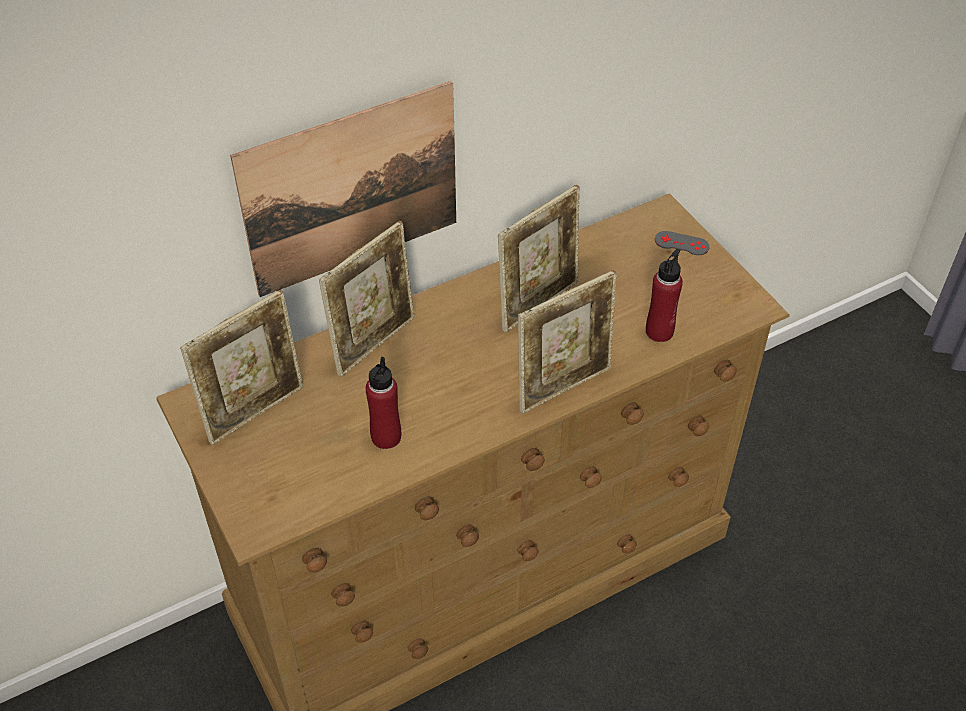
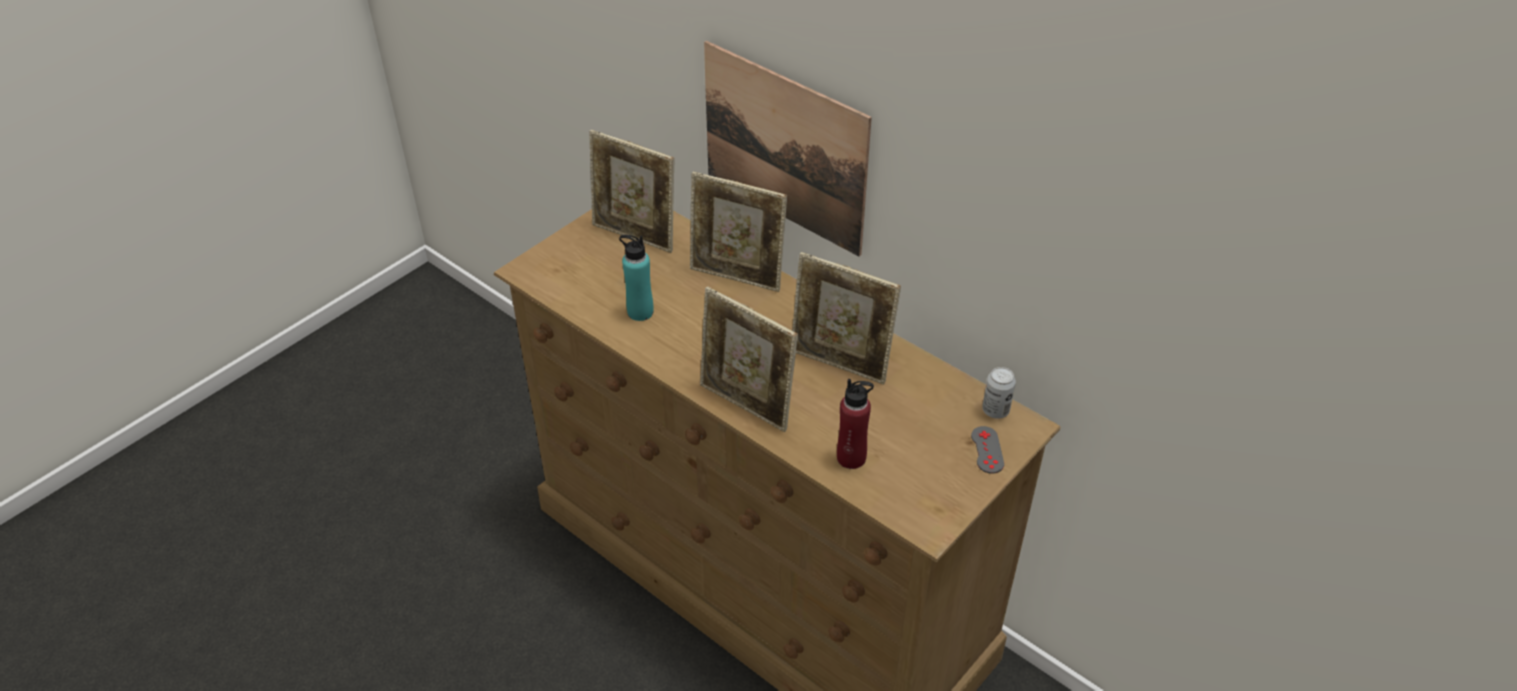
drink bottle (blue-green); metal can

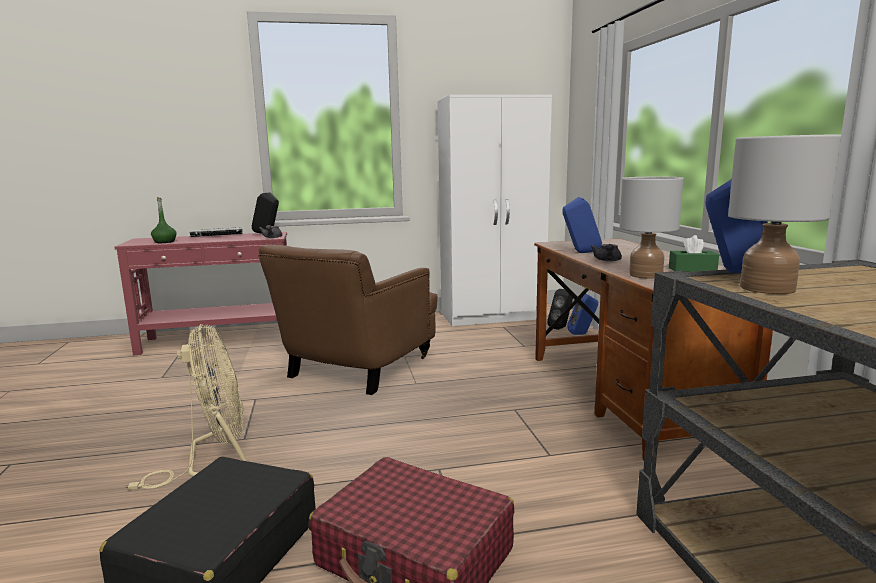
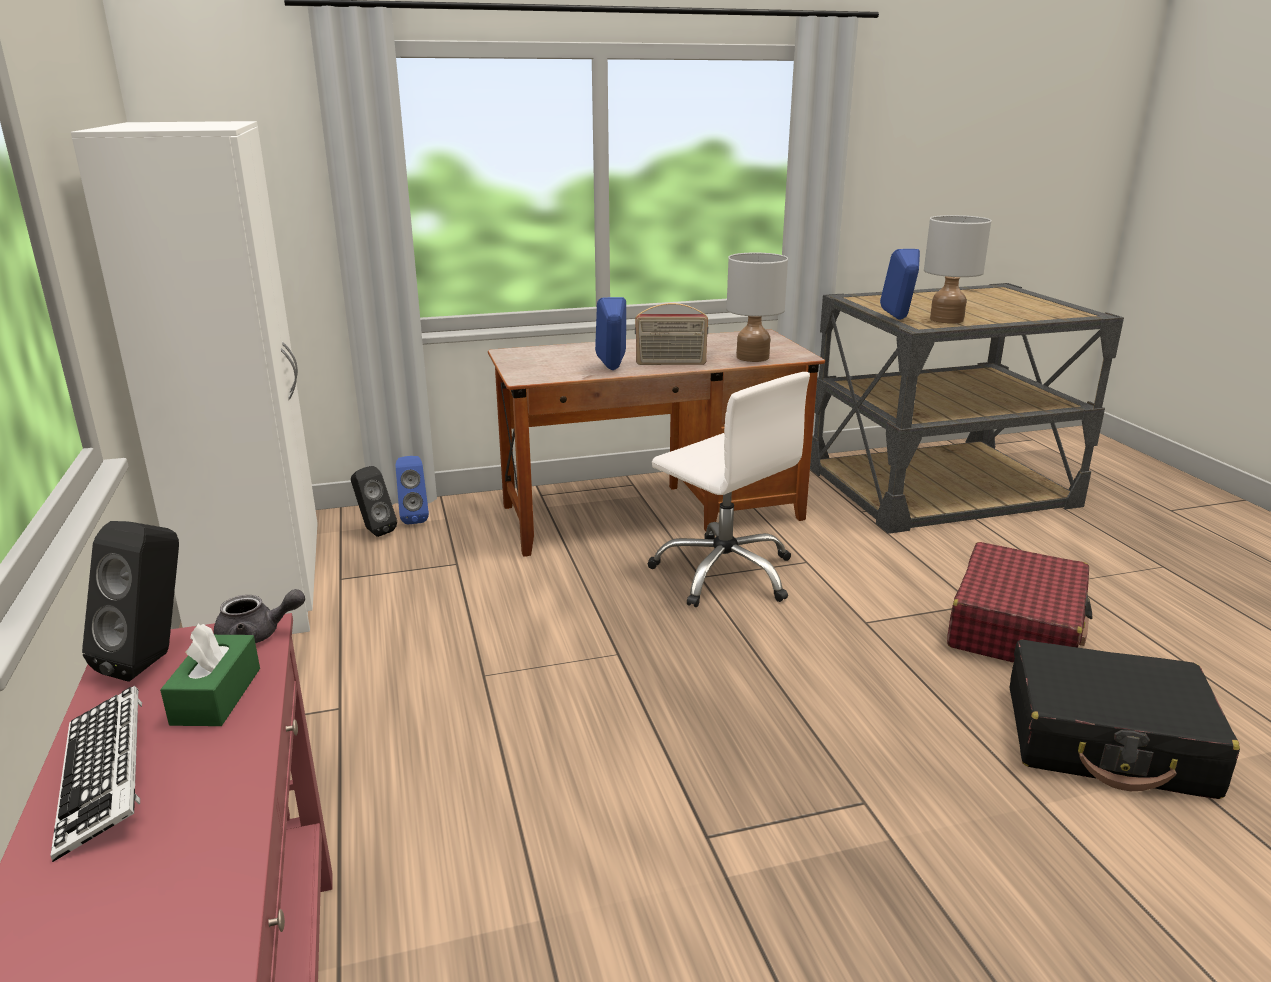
drink bottle (green-coloured); tissue box (green-coloured); radio receiver; easy chair (brownish); cooling fan (sand-coloured); office chair (white)

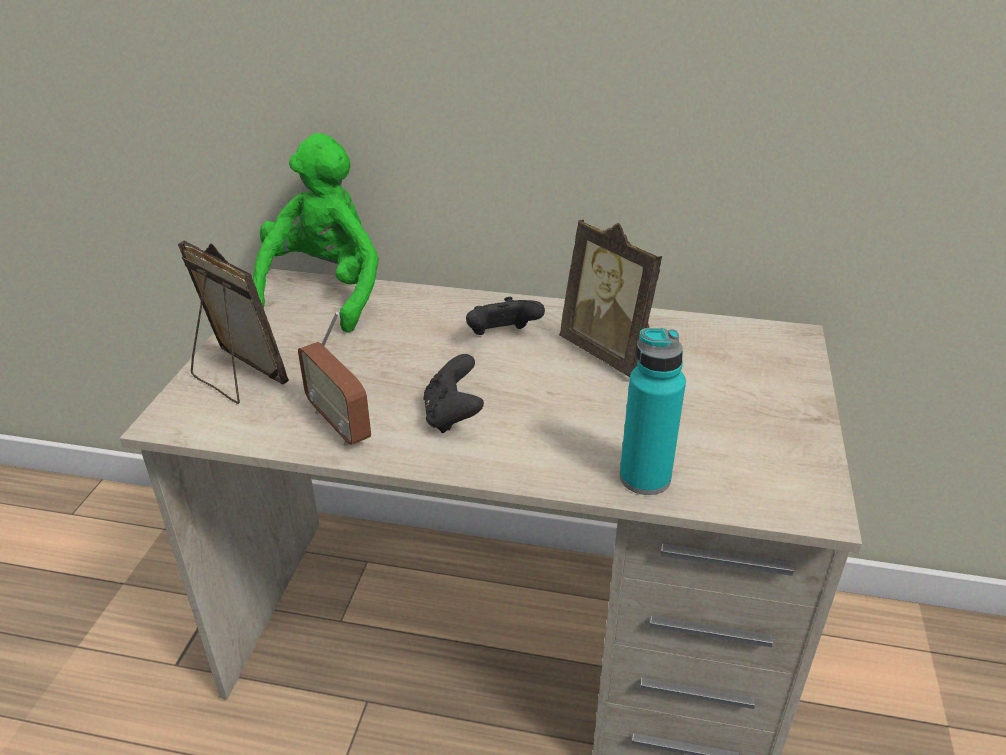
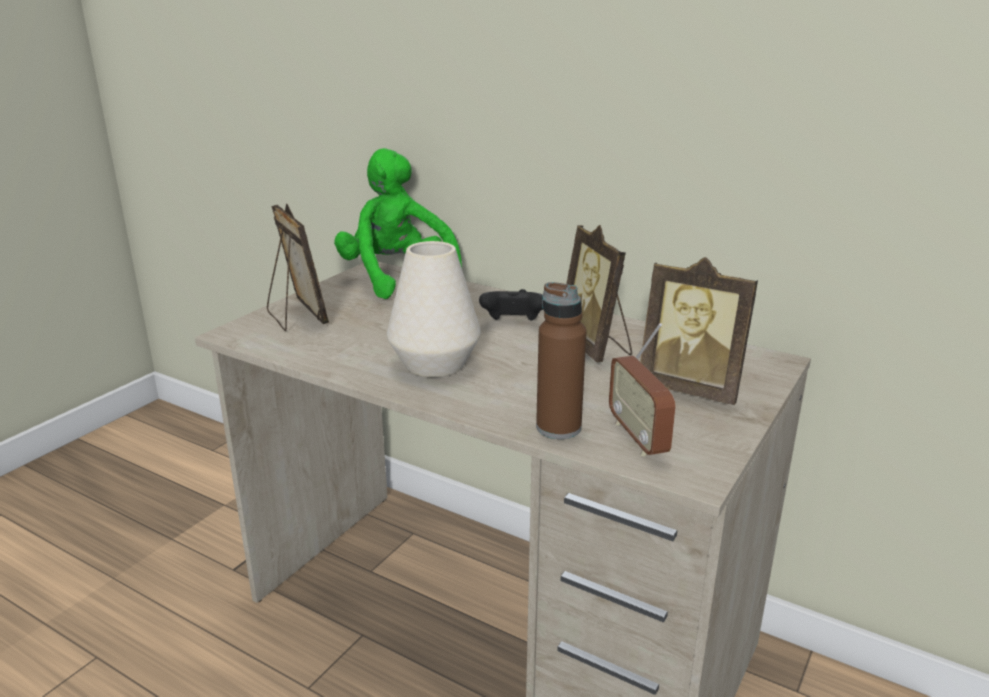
cuddly toy (green-coloured); radio receiver; drink bottle (brownish); flower vase (white); standing frame (3rd from left)

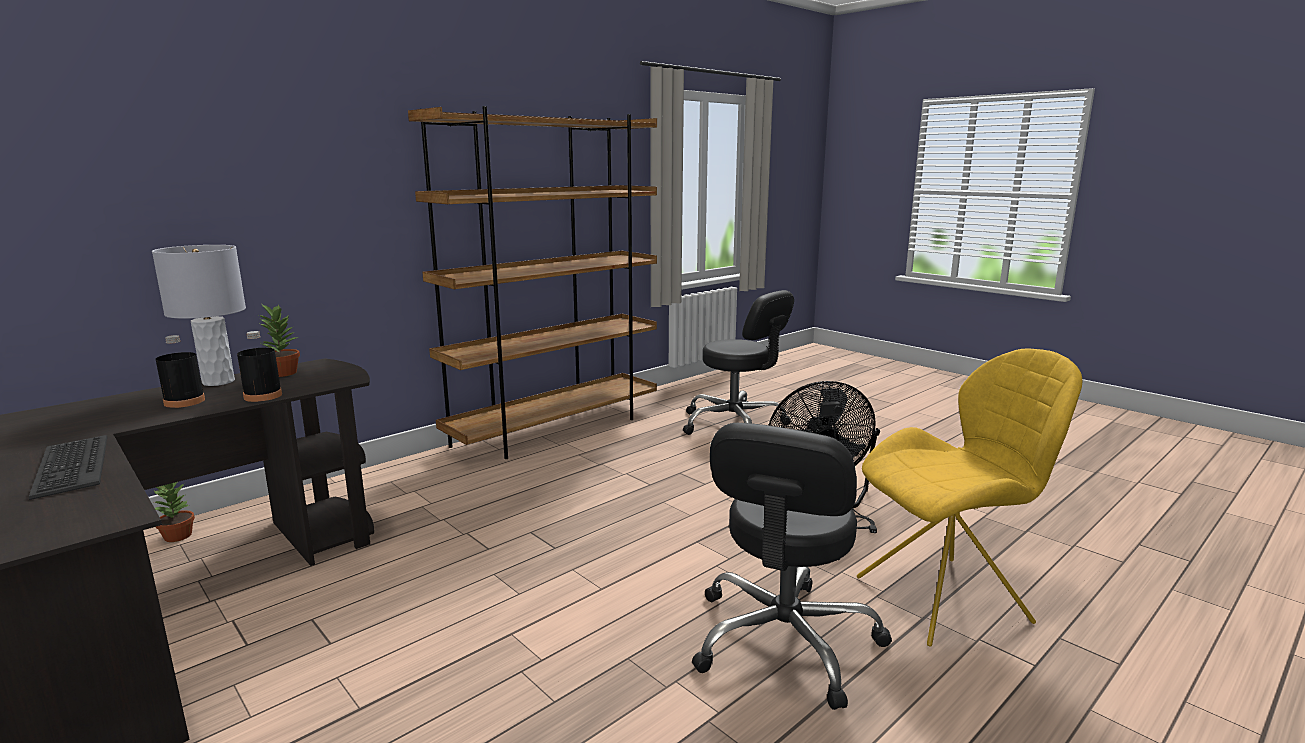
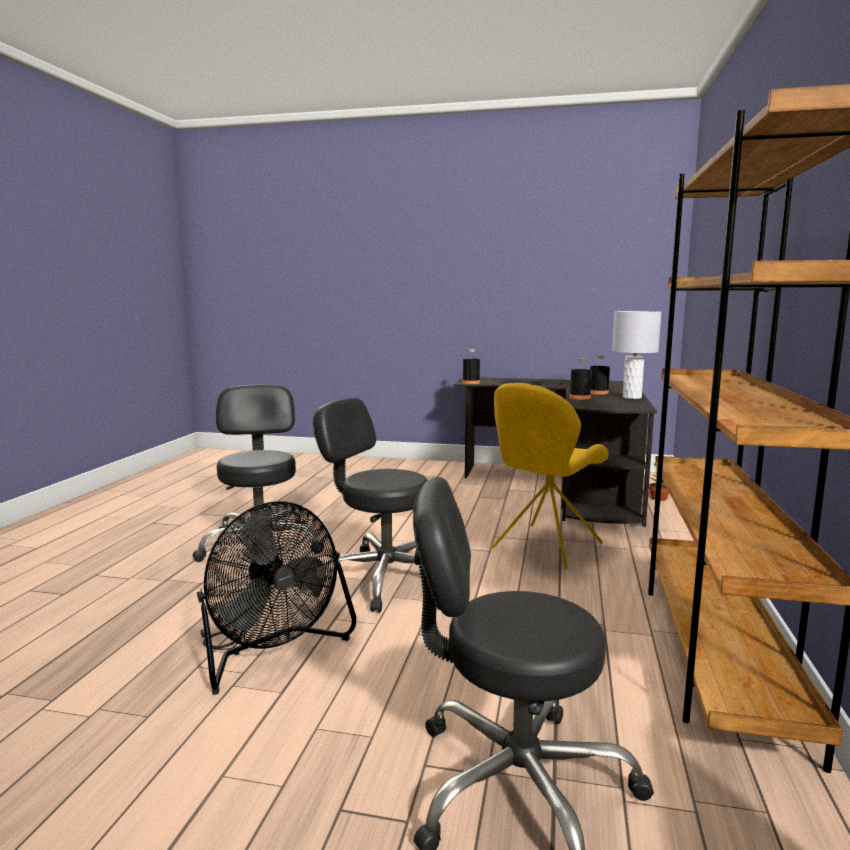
plant in a pot (2nd from left in the first image); chair (yellowish); drink bottle (black-coloured) (1st from left); office chair (black-coloured) (2nd from left)

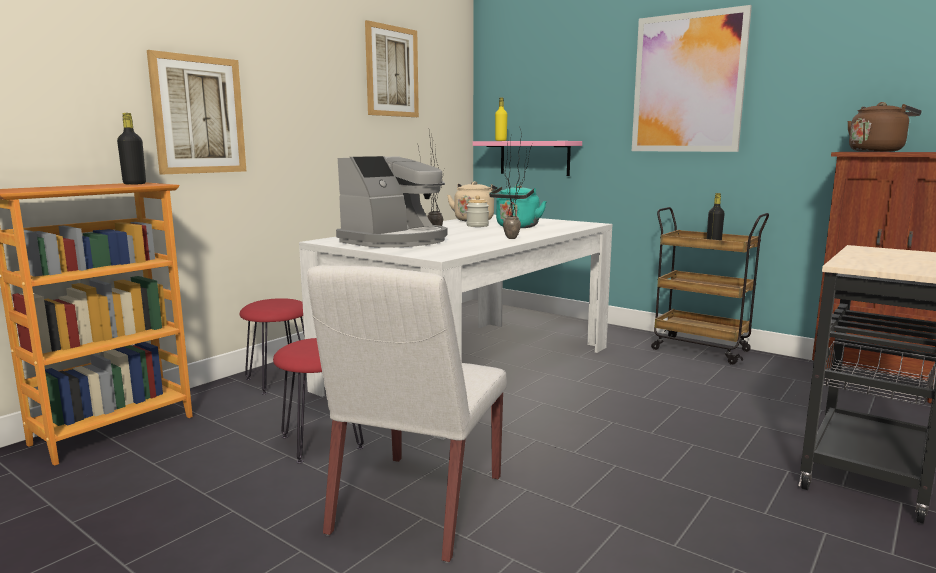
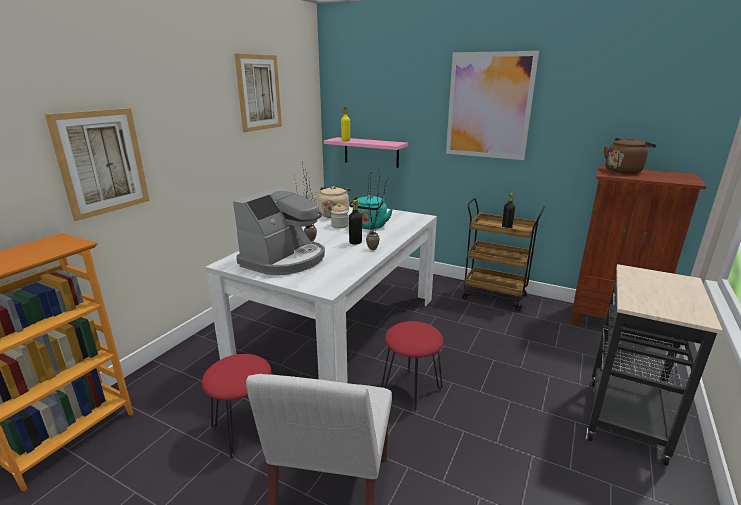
drink bottle (black-coloured) (1st from left); stool (red-coloured) (2nd from left)

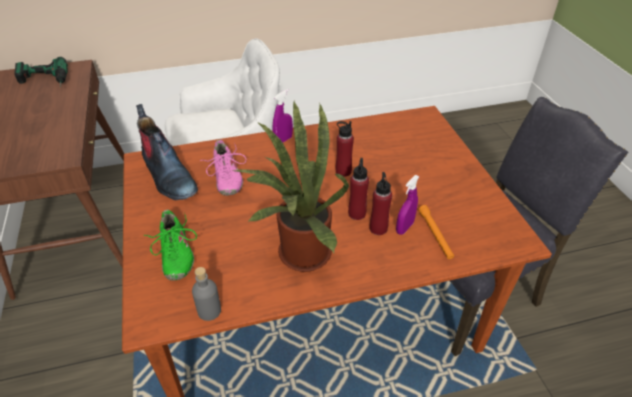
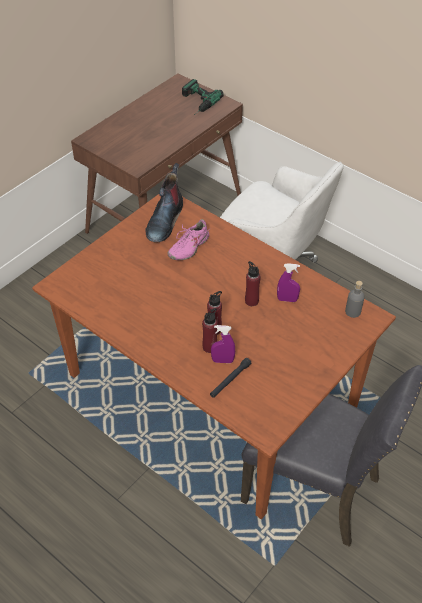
hand sprayer (purple-coloured) (2nd from left); plant in a pot; flashlight (black-coloured); item of footwear (green-coloured); drink bottle (grey)

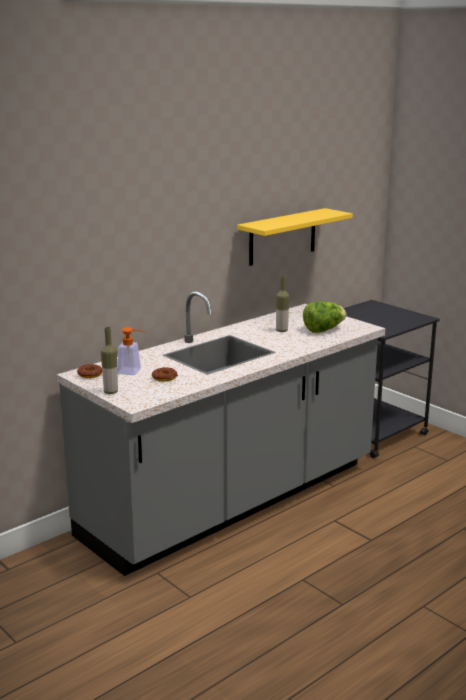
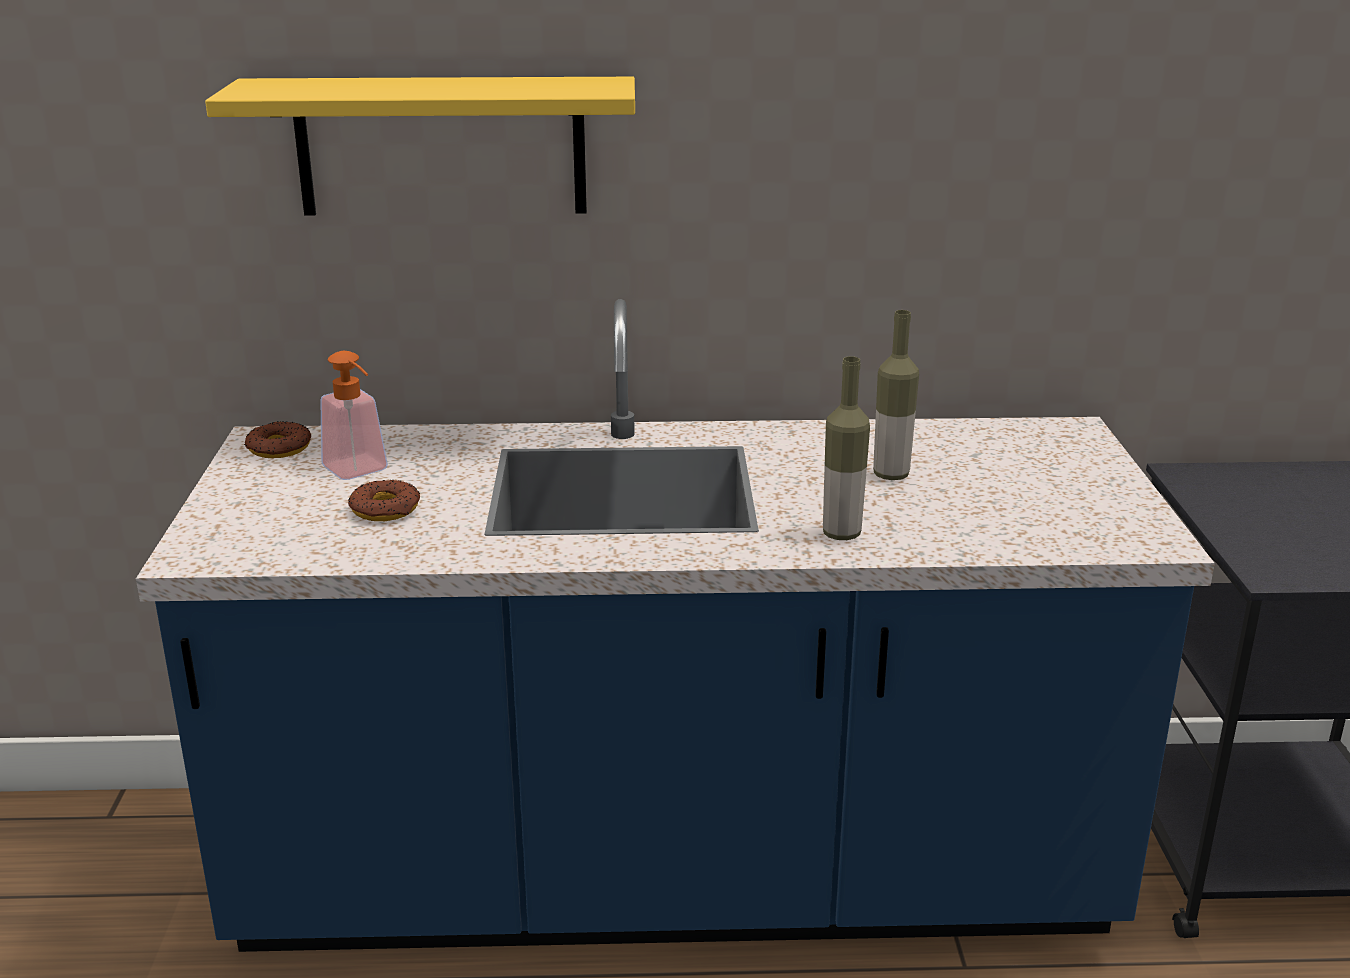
wall shelf (yellowish); counter (blue-coloured); lettuce; drink bottle (1st from left)

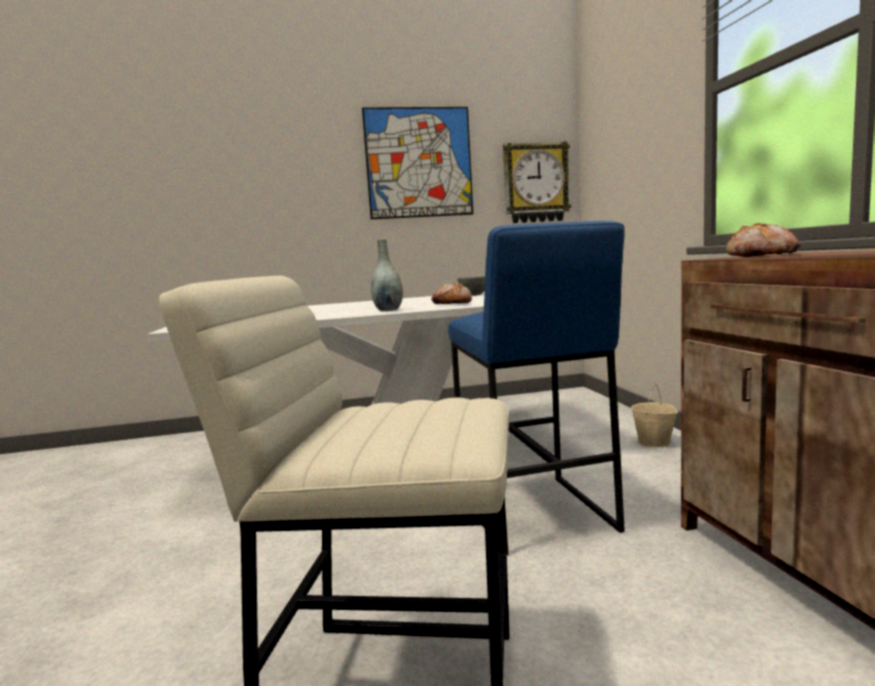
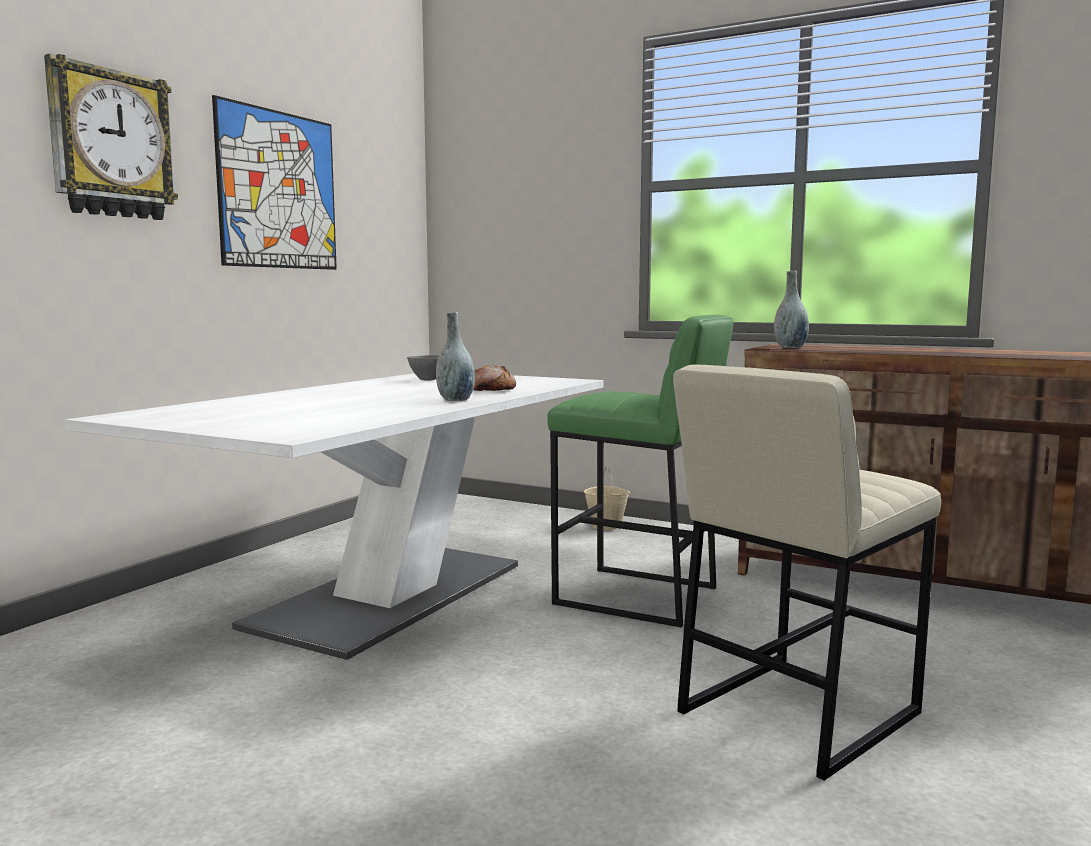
wall clock; stool (green-coloured); flower vase (grey) (2nd from left)

